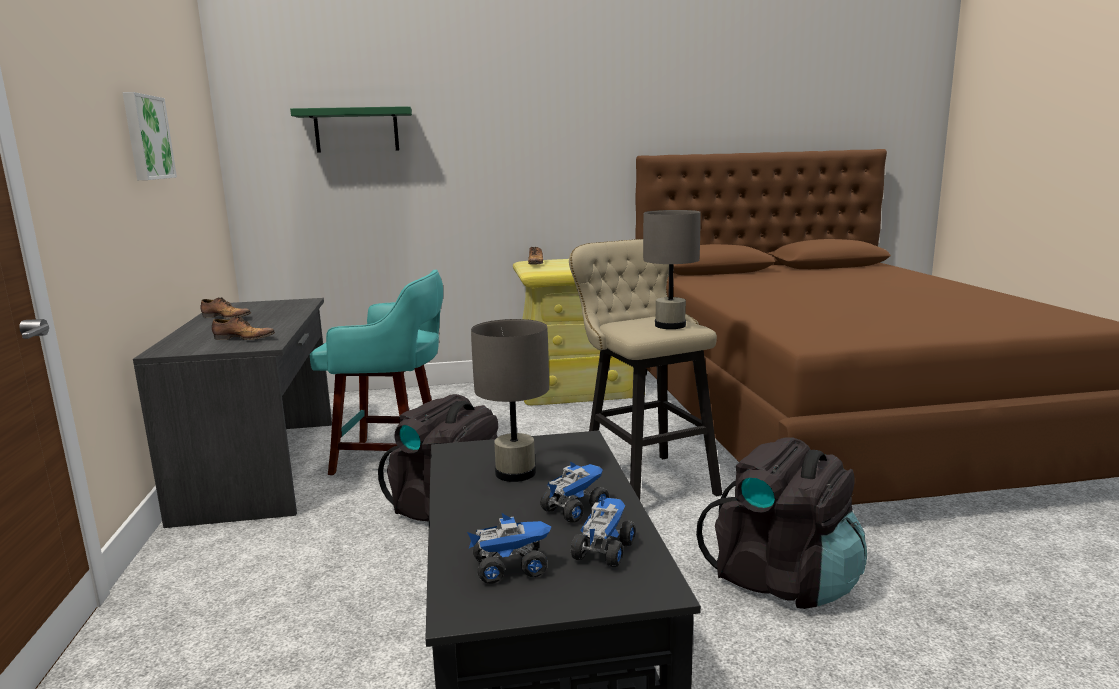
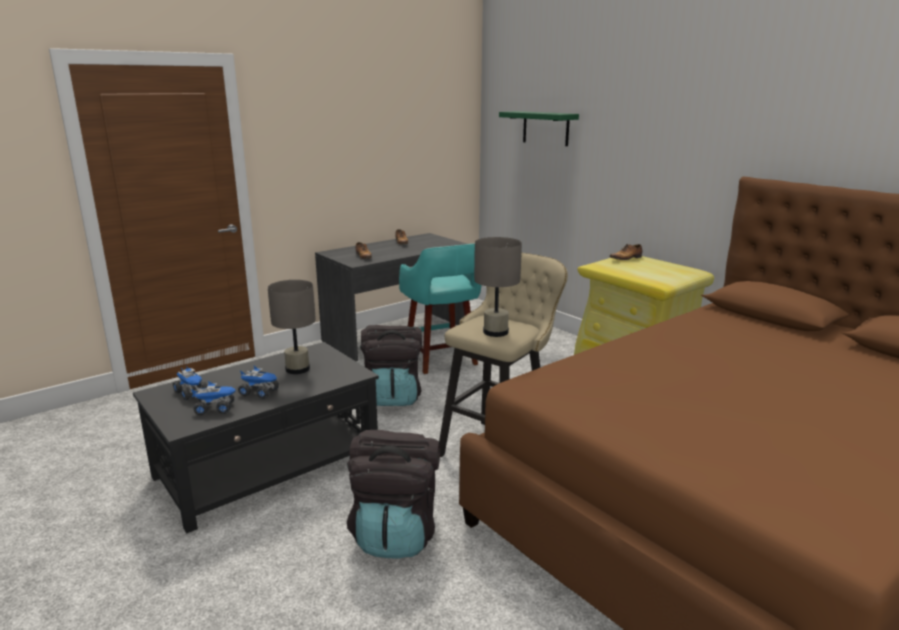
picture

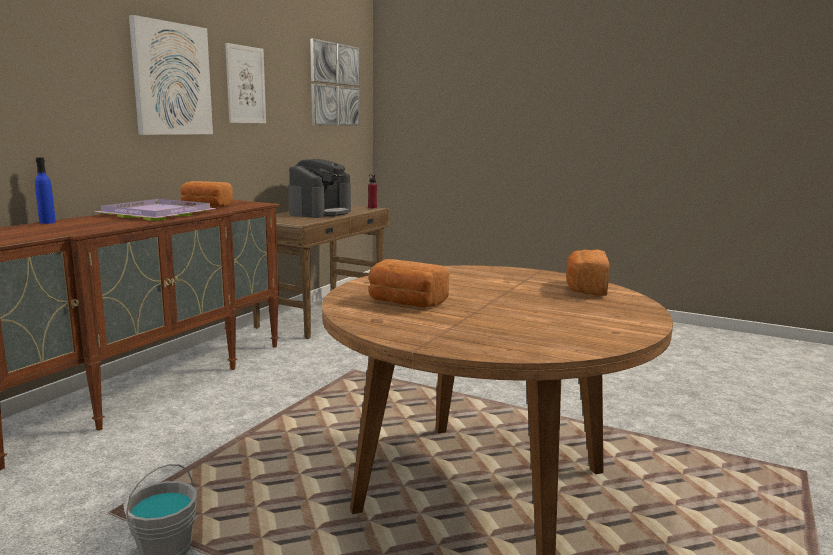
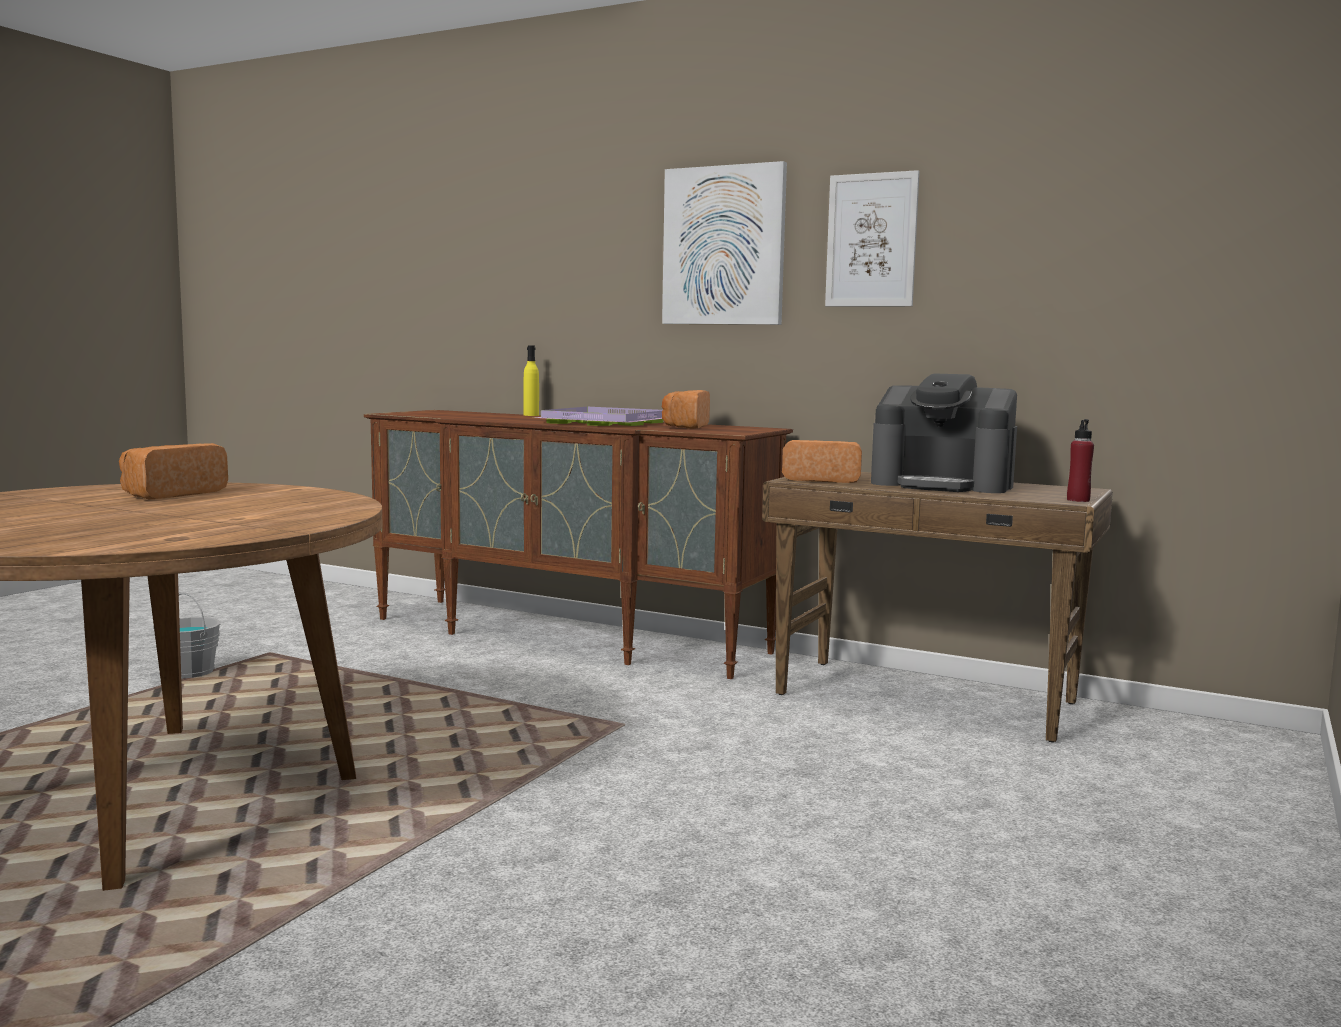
picture (3rd from left in the first image); drink bottle (yellowish); bakery bread (3rd from left)

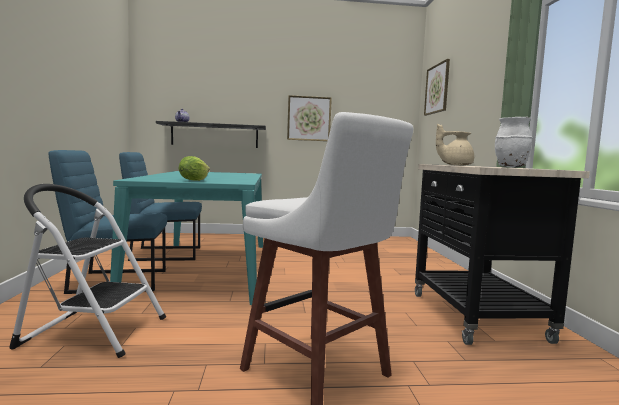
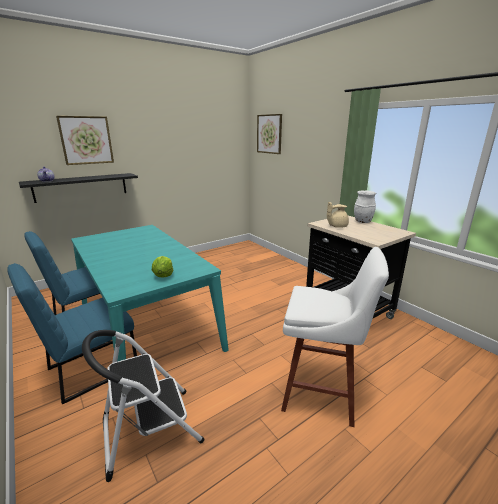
picture (1st from left)

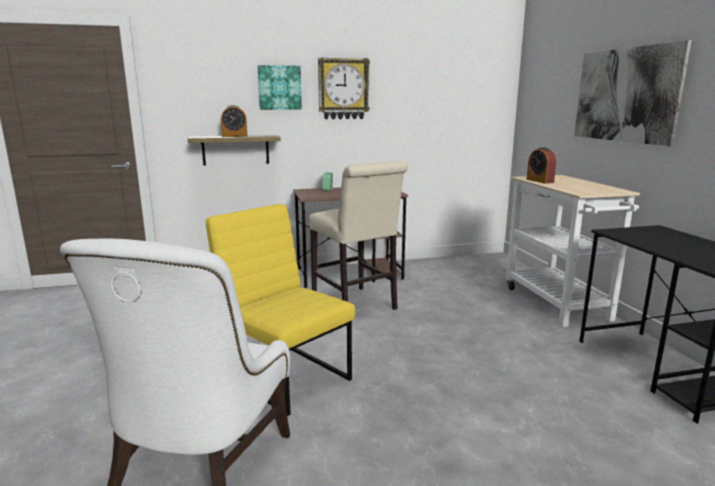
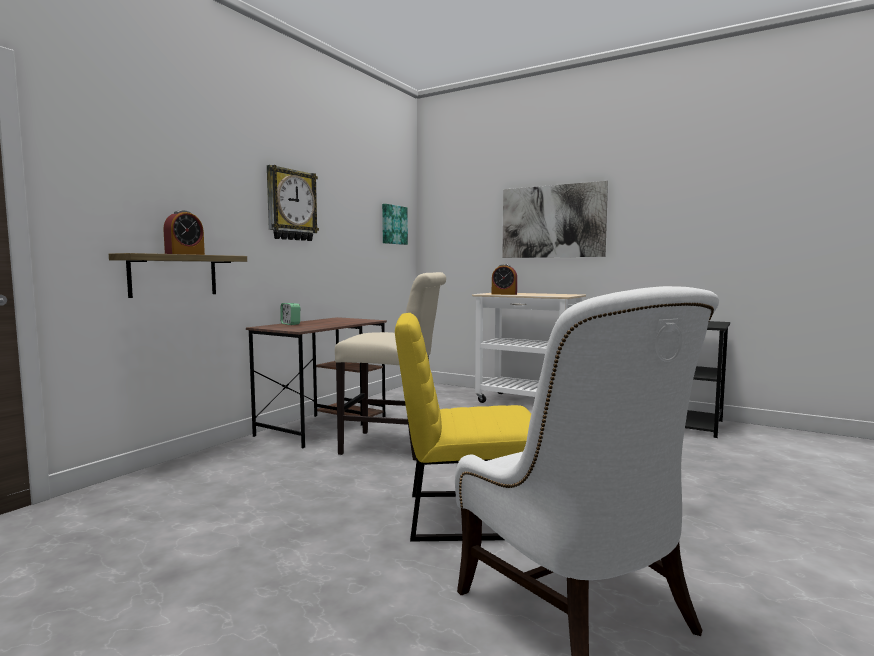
picture (1st from left)

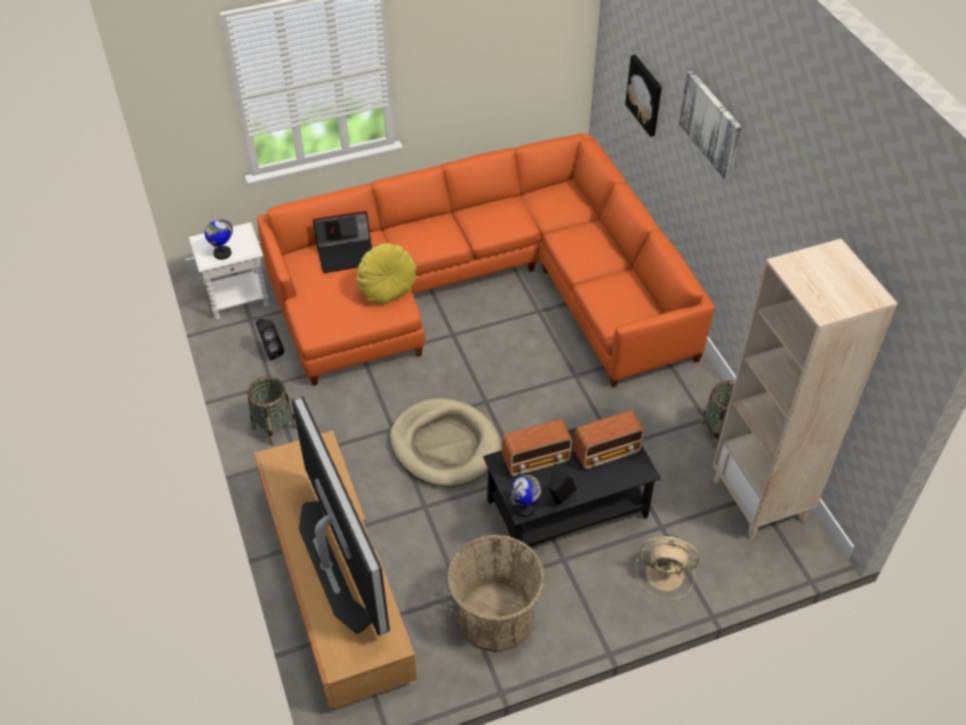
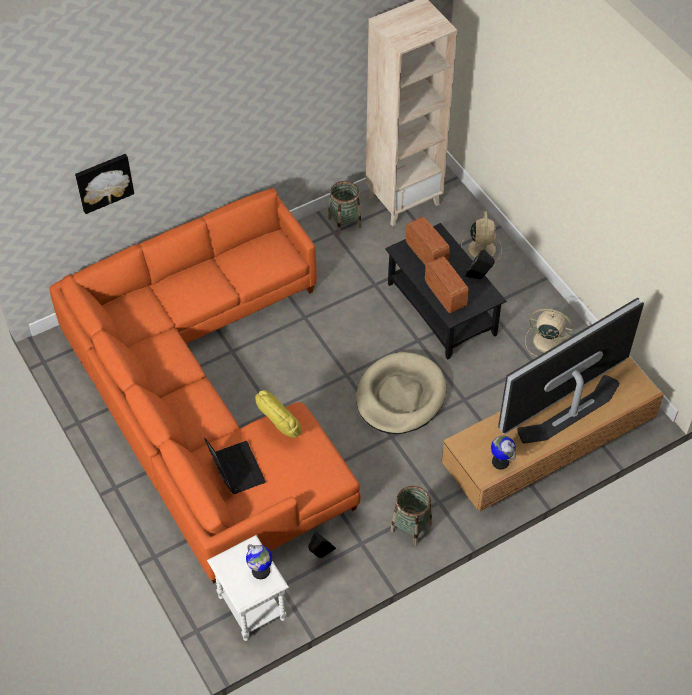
picture (2nd from left in the first image); world globe (2nd from left); cooling fan (sand-coloured) (2nd from left)

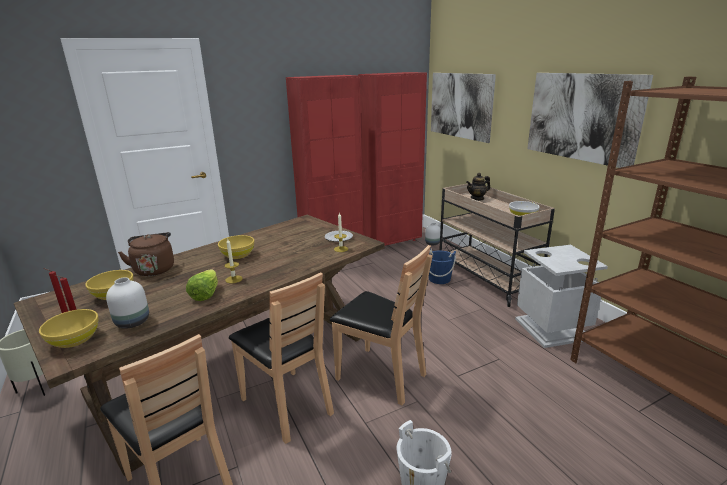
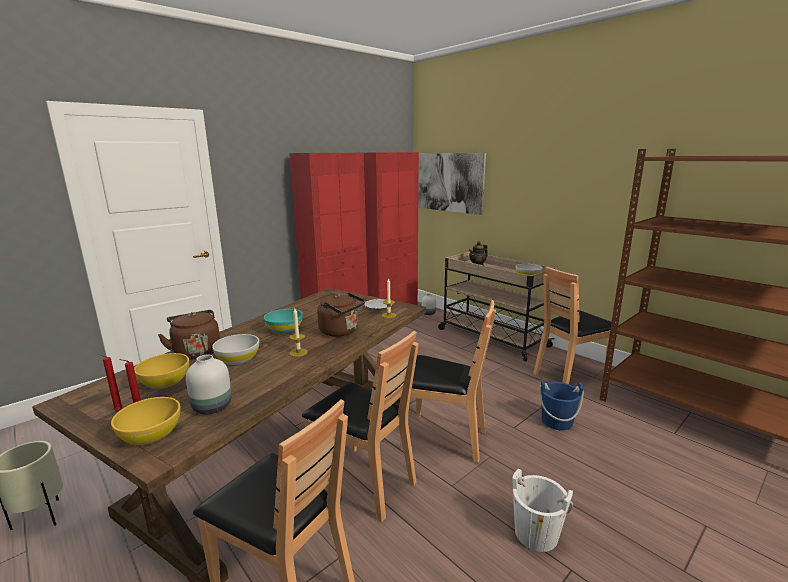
picture (2nd from left in the first image); deep dish (blue-green); chair (brownish) (4th from left); bucket (blue-coloured); lettuce; water kettle (brownish) (2nd from left); deep dish (white) (1st from left)

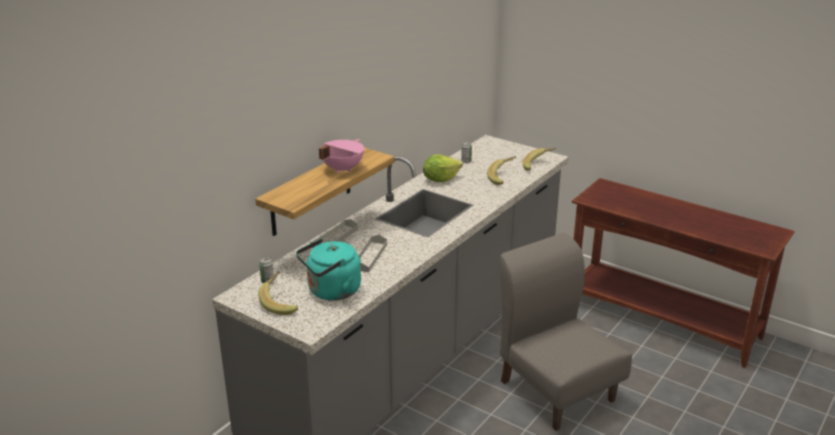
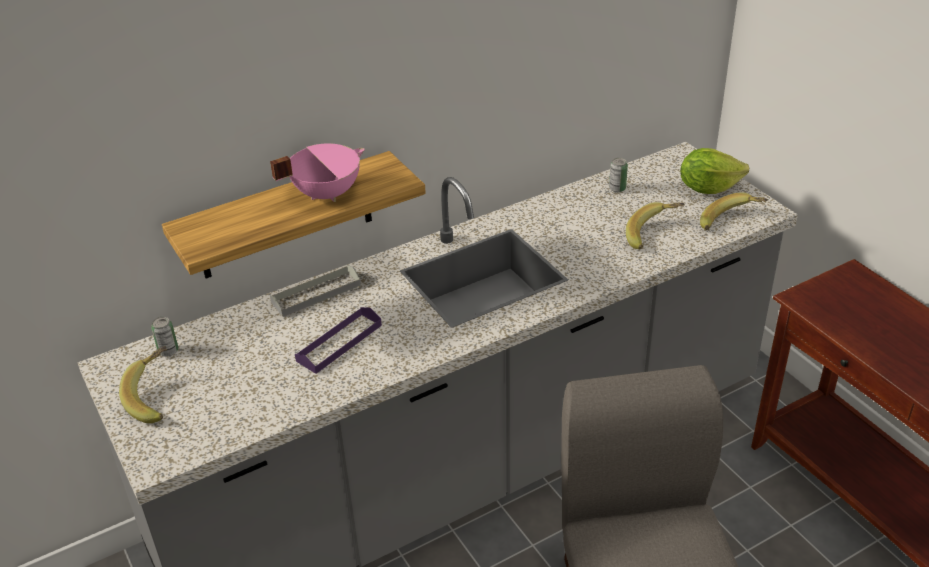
lettuce; tray (purple-coloured); water kettle (blue-green)

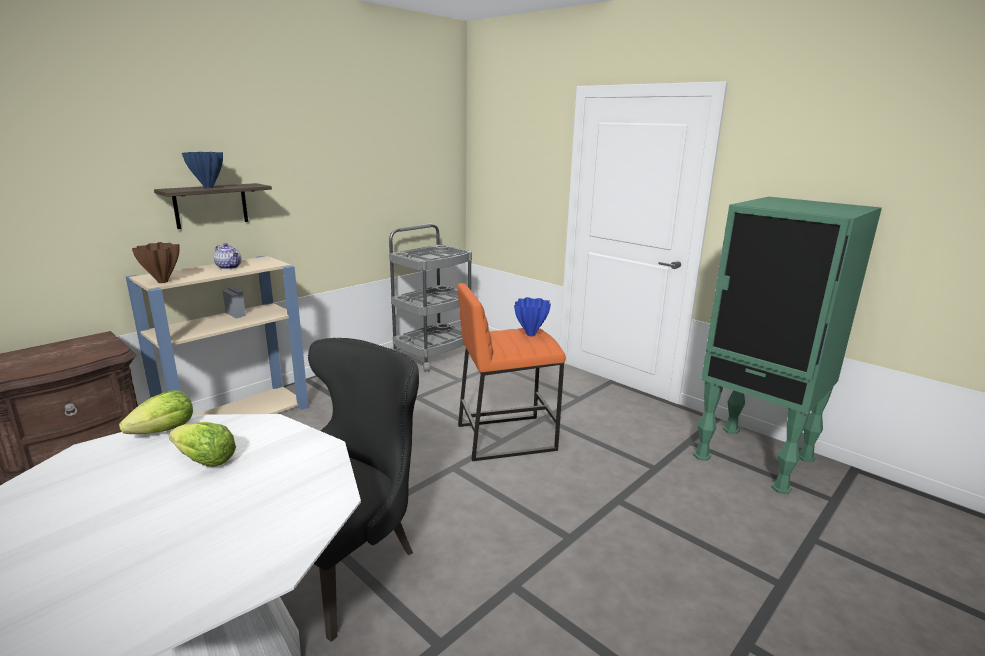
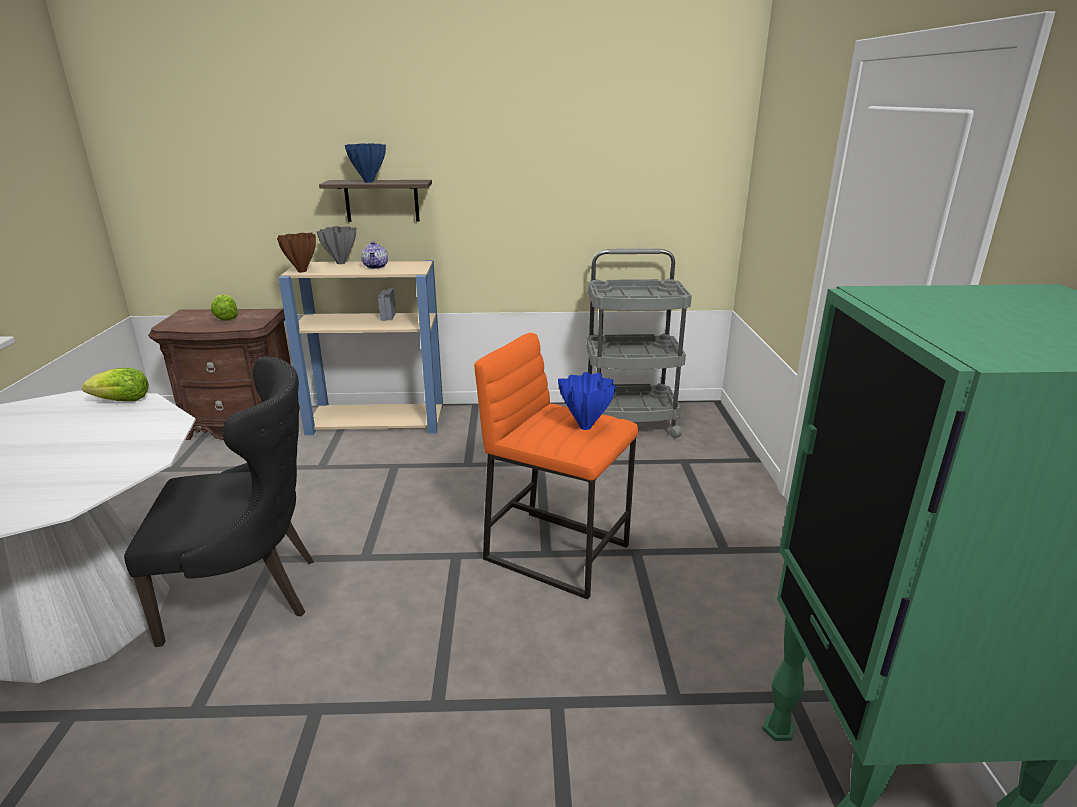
lettuce (2nd from left); flower vase (grey)

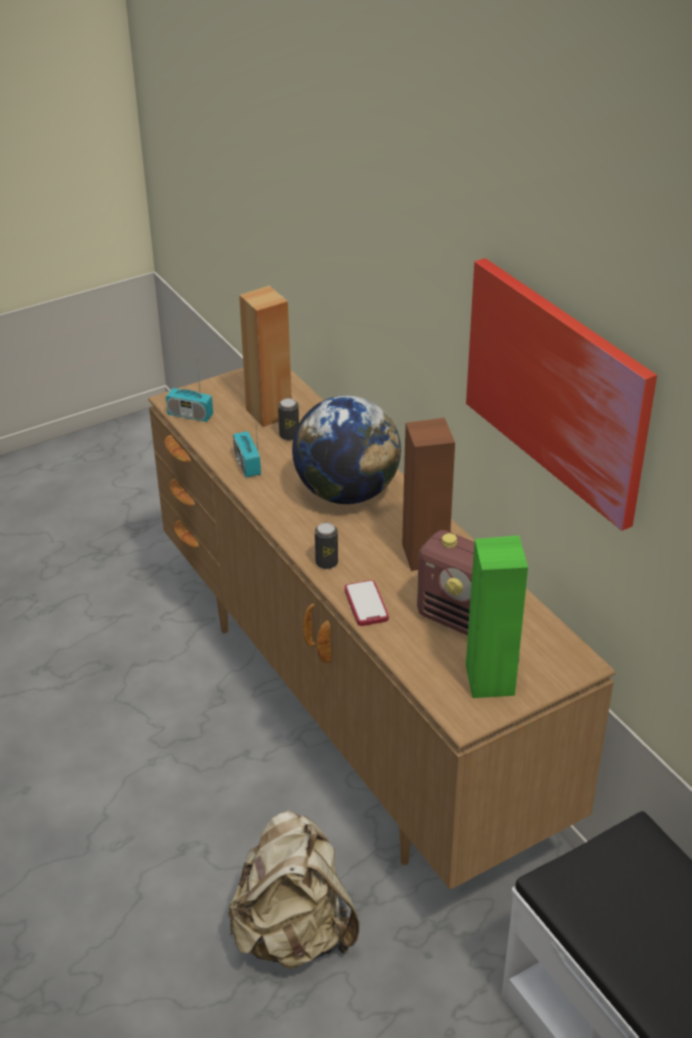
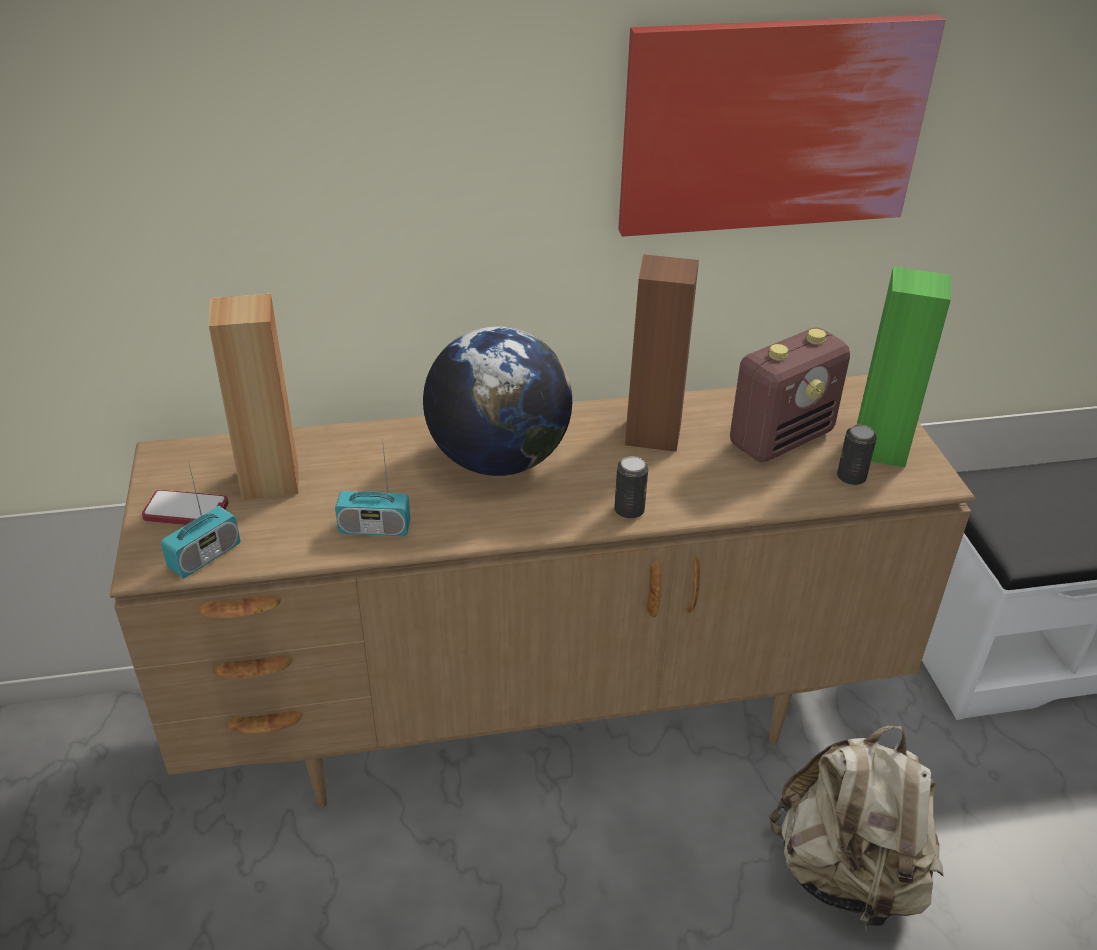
metal can (2nd from left); telephone

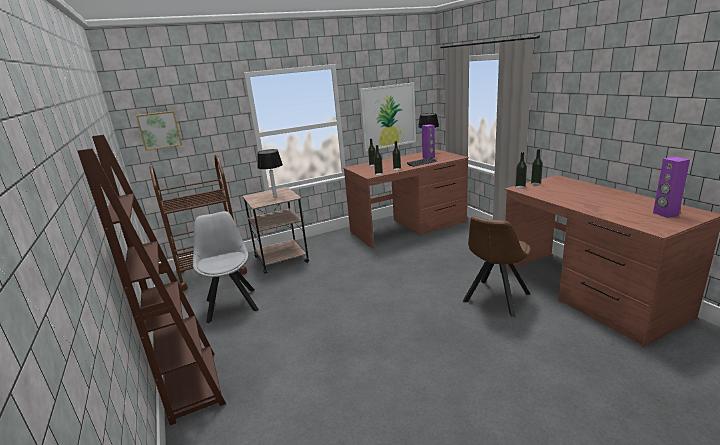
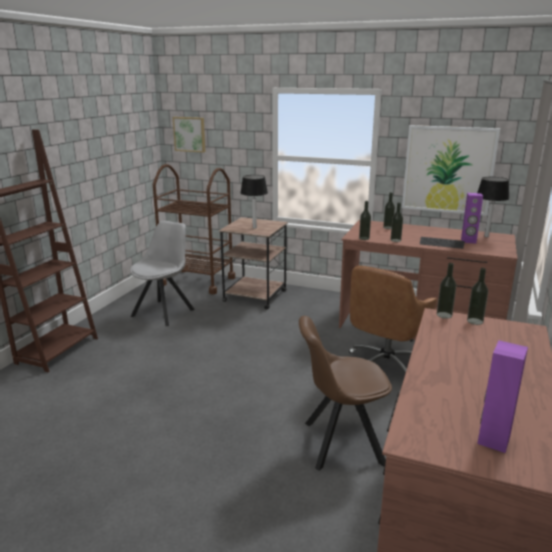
office chair (brownish)

